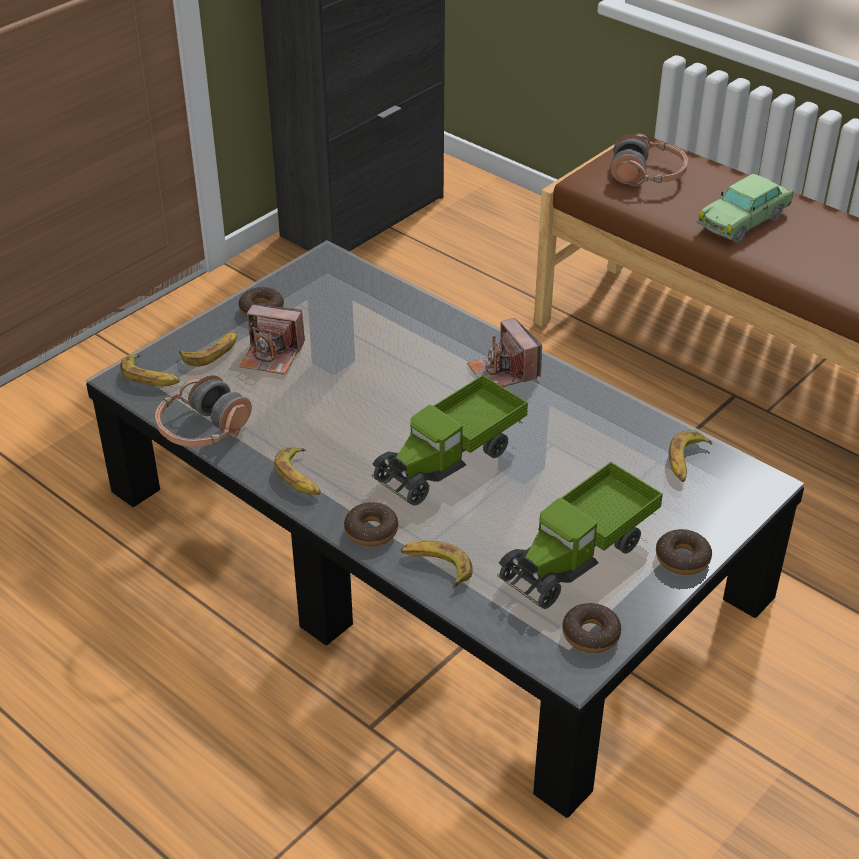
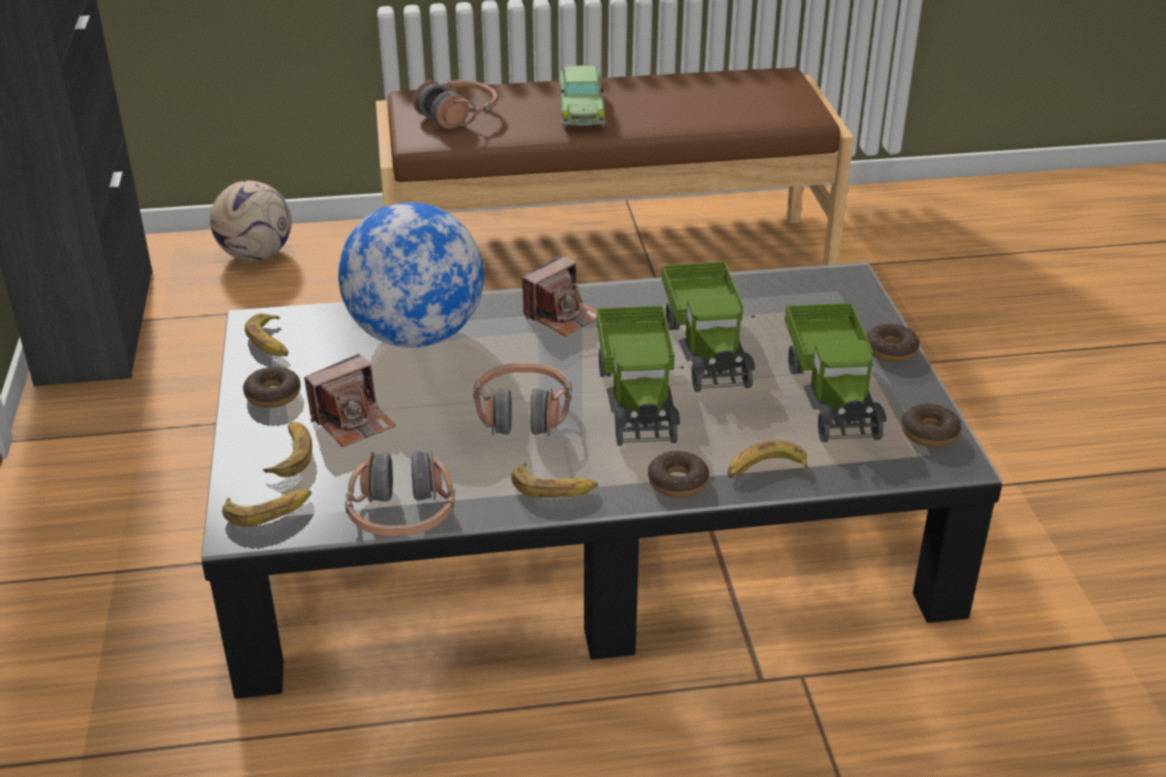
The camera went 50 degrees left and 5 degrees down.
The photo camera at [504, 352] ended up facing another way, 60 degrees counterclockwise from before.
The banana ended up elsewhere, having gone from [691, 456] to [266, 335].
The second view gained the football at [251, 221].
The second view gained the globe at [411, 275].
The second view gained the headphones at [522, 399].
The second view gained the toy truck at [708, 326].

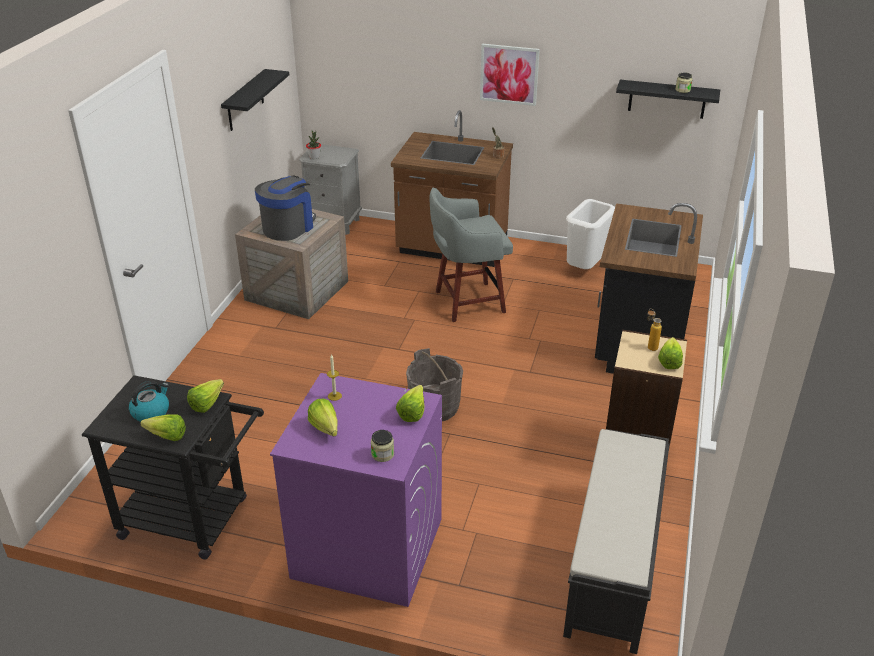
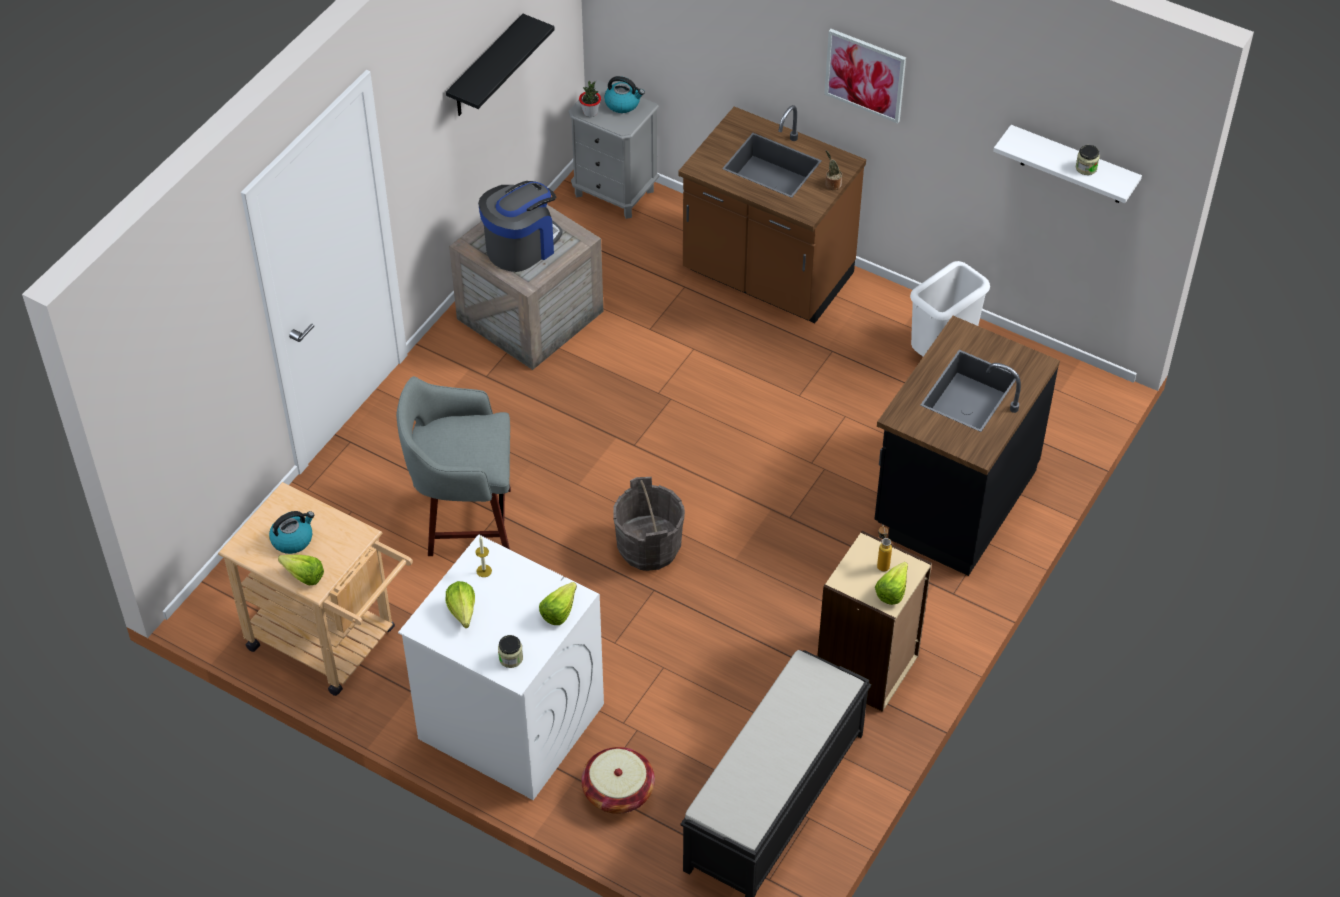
The camera went 15 degrees right and 15 degrees up.
What was the black cart at [173, 467] turned into the beige cart at [315, 589].
The second view lost the lettuce at [205, 396].
What was the purple washing machine at [356, 490] turned into the white washing machine at [501, 667].
The grey stool ended up elsewhere, having gone from [471, 255] to [453, 466].
What was the black shelf at [668, 99] turned into the white shelf at [1067, 164].
The second view gained the basket at [618, 780].
The second view gained the kettle at [624, 94].

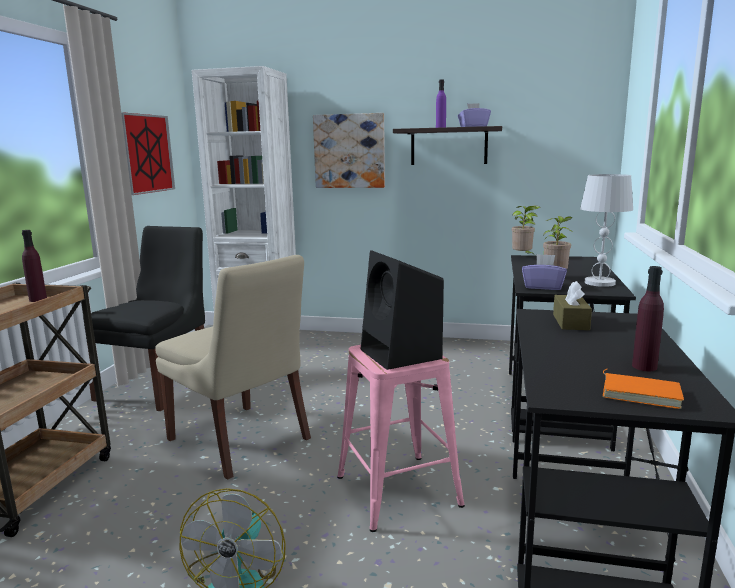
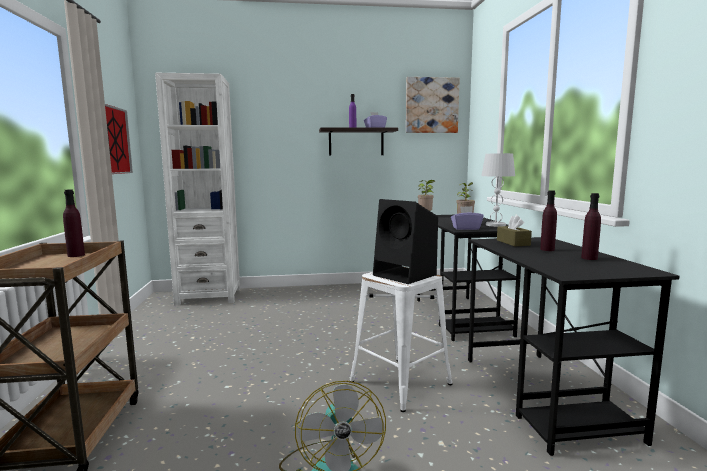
The camera went 20 degrees left and 5 degrees down.
The second view lost the black chair at [144, 318].
The second view lost the beige chair at [233, 367].
The picture ended up elsewhere, having gone from [349, 150] to [433, 105].
What was the pink stool at [401, 438] turned into the white stool at [401, 339].
The second view lost the orange book at [643, 389].
The second view gained the purple bottle at [548, 220].

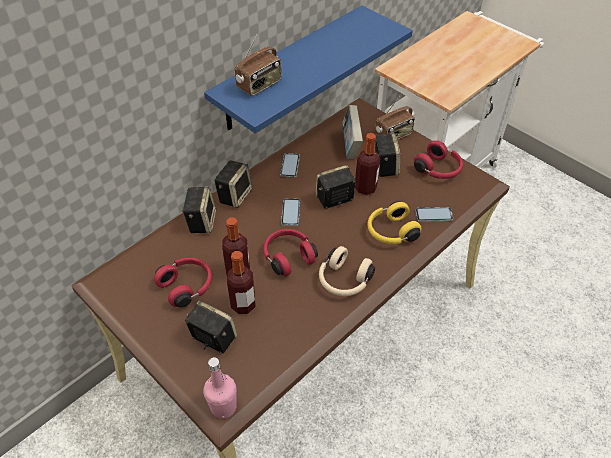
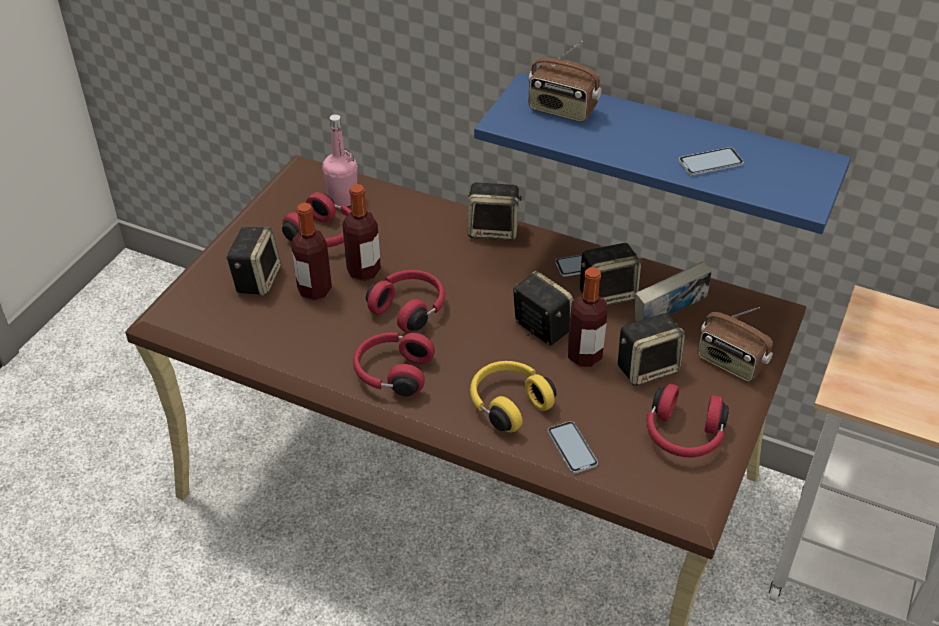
The camera went 70 degrees right and 5 degrees down.
The speaker ended up elsewhere, having gone from [199, 209] to [610, 274].
The pink bottle ended up elsewhere, having gone from [220, 388] to [340, 160].
The phone ended up elsewhere, having gone from [290, 212] to [711, 161].
What was the beige headphones at [347, 271] turned into the red headphones at [394, 364].

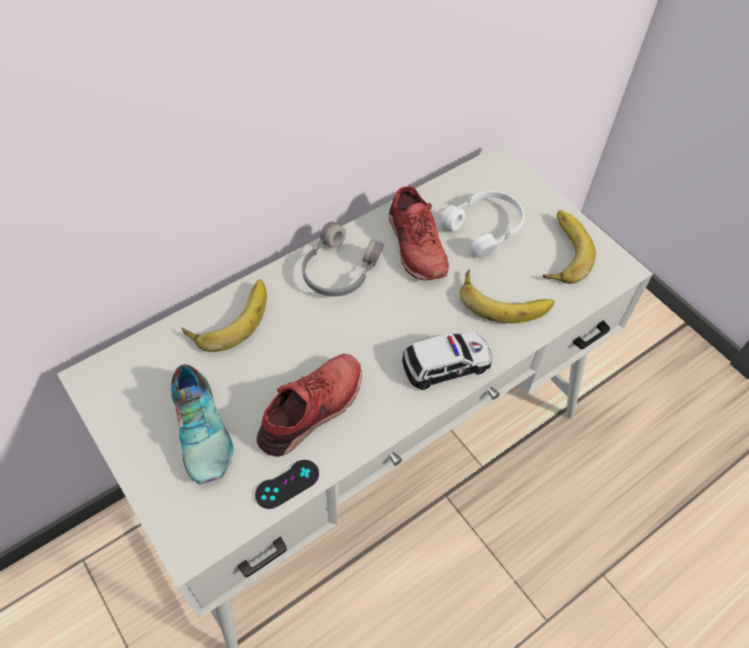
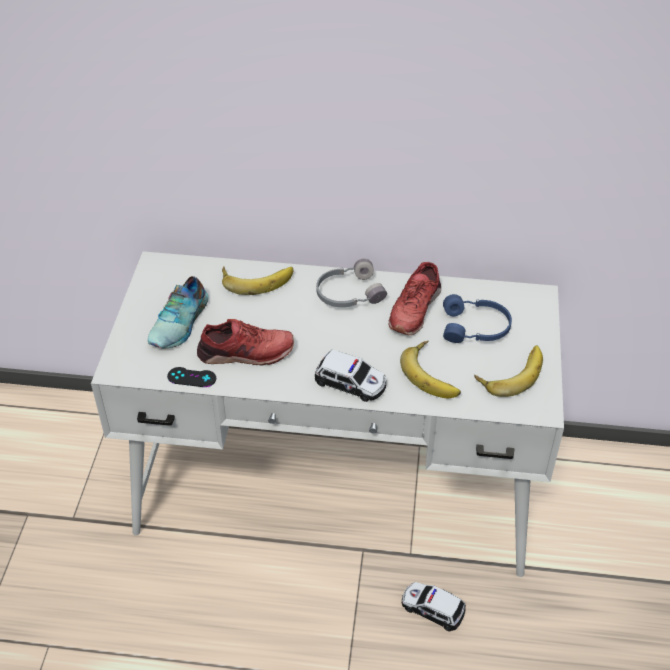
The camera went 45 degrees right and 10 degrees down.
What was the white headphones at [483, 224] turned into the blue headphones at [477, 318].
The second view gained the toy car at [434, 606].

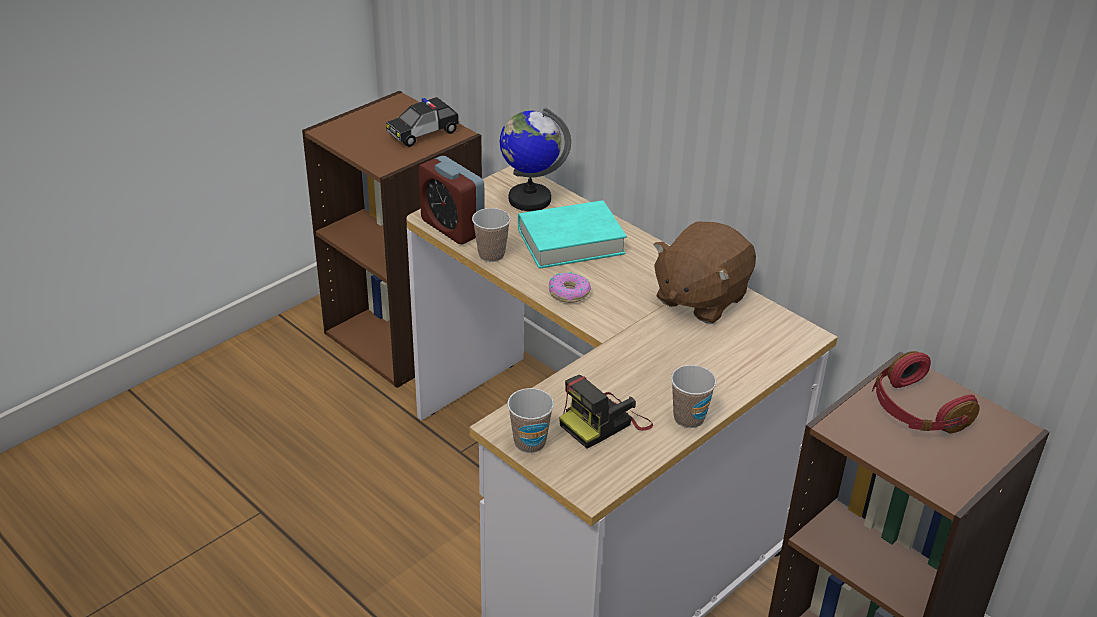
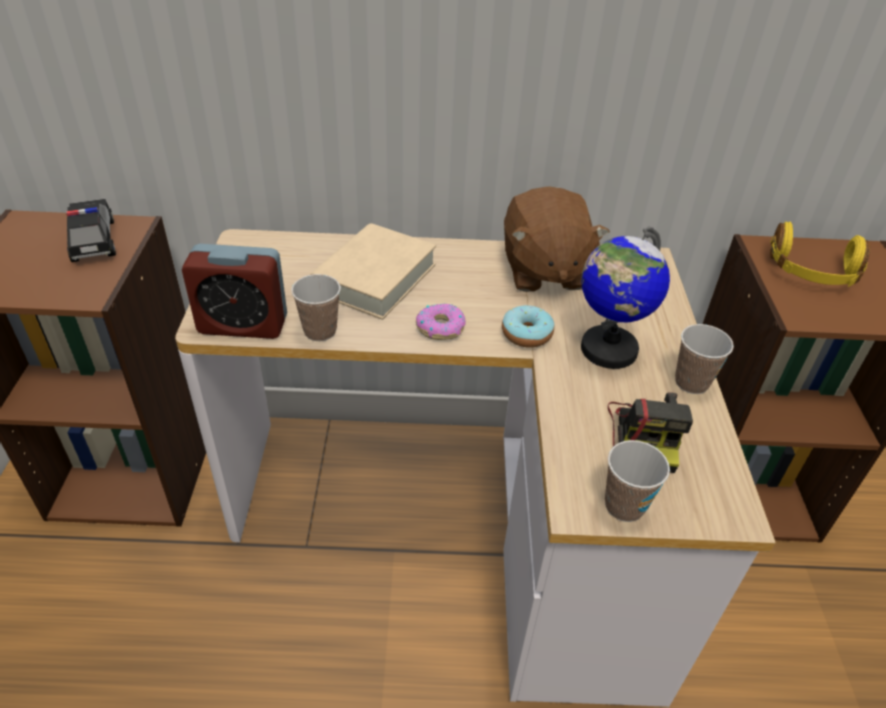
The camera went 45 degrees left and 5 degrees up.
The toy car at [423, 122] ended up facing another way, 150 degrees clockwise from before.
The globe ended up elsewhere, having gone from [535, 159] to [625, 298].
What was the turquoise book at [572, 234] turned into the beige book at [373, 271].
What was the red headphones at [926, 392] turned into the yellow headphones at [820, 254].
The second view gained the donut at [528, 326].

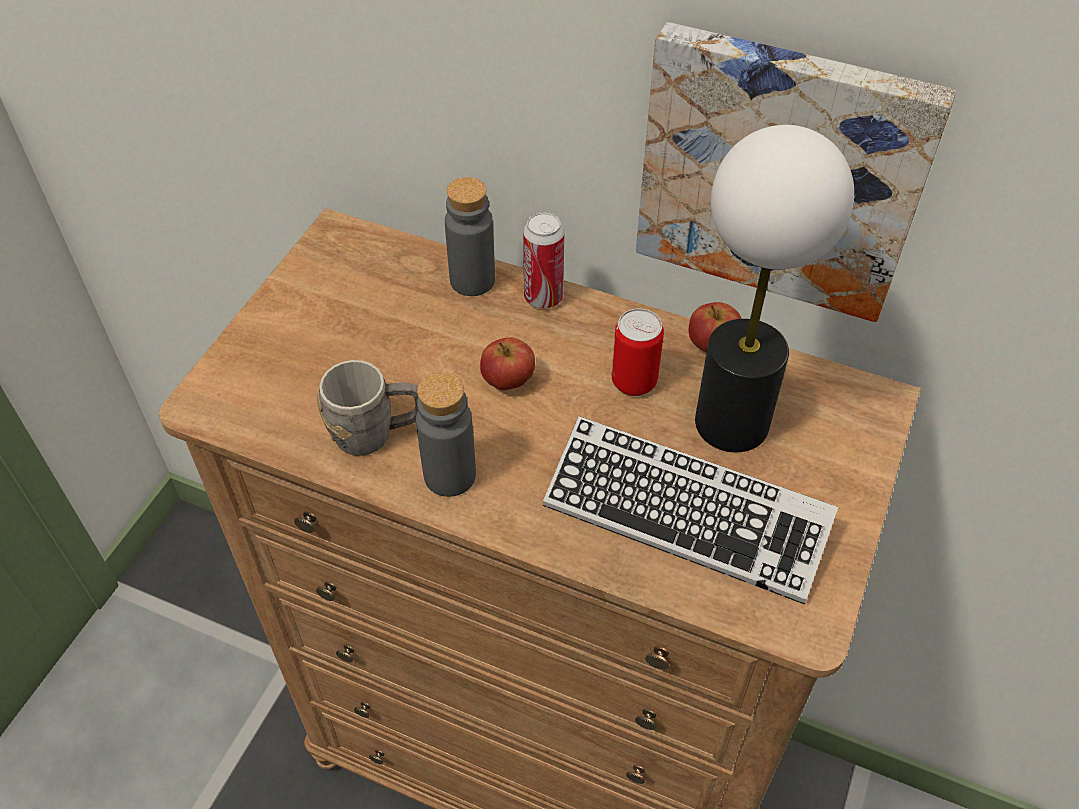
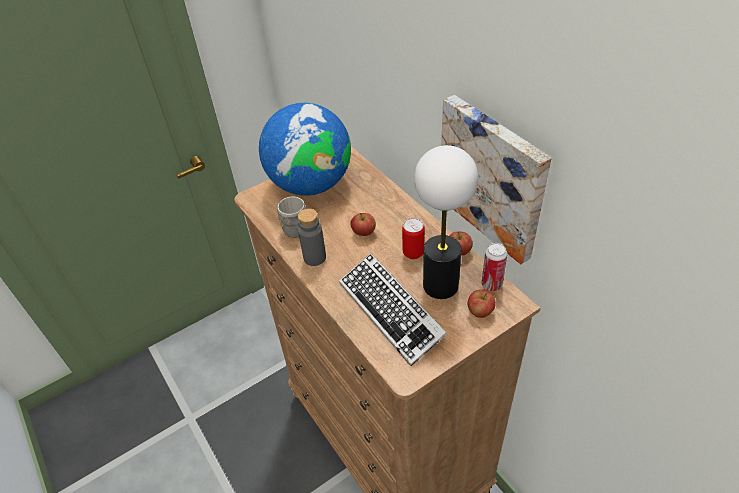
The camera went 35 degrees right and 5 degrees down.
The second view lost the grey bottle at [470, 236].
The can ended up elsewhere, having gone from [544, 260] to [494, 267].
The second view gained the globe at [305, 149].
The second view gained the apple at [482, 304].

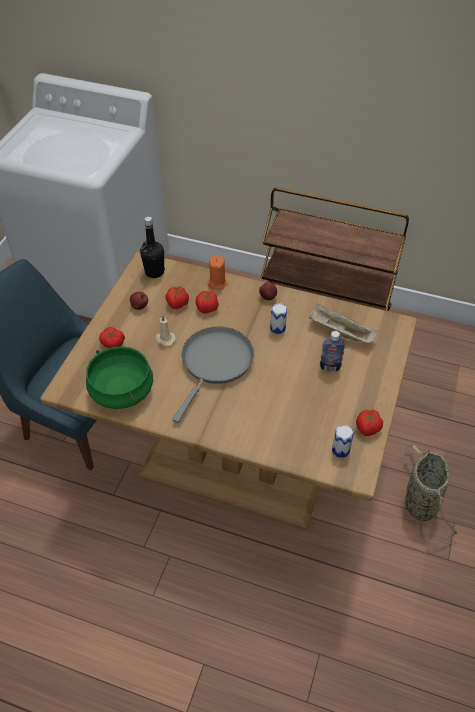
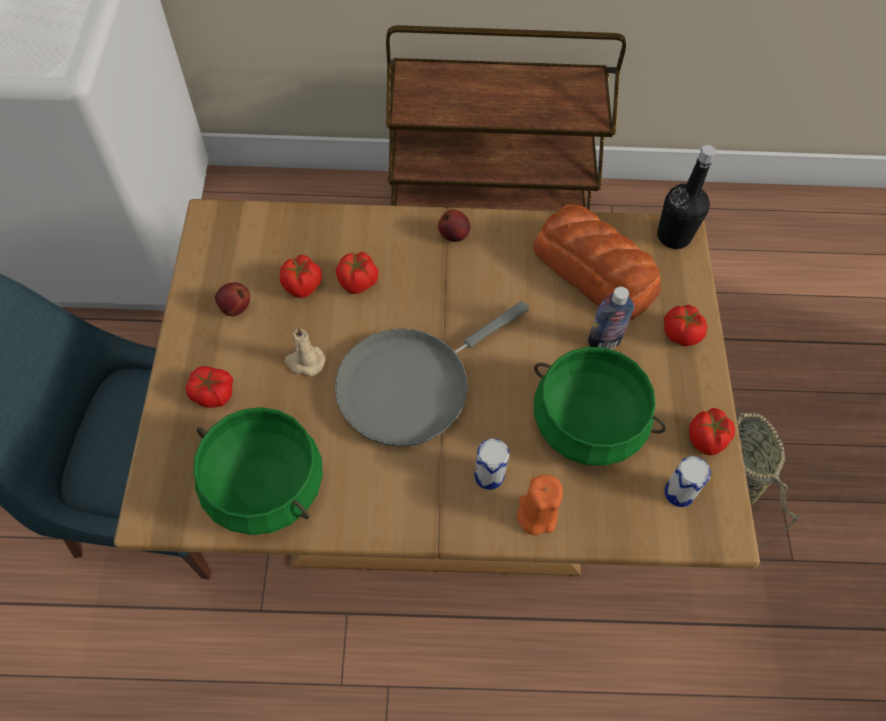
The camera went 20 degrees left and 10 degrees up.
The black bottle ended up elsewhere, having gone from [152, 247] to [686, 197].
The grey frying pan at [213, 375] ended up facing another way, 135 degrees counterclockwise from before.
The orange candle ended up elsewhere, having gone from [217, 272] to [540, 505].
The can ended up elsewhere, having gone from [278, 318] to [491, 464].
Where the beige tray stood at [343, 323], the bread came to stand at [597, 262].
The second view gained the green cooking pot at [600, 406].
The second view gained the tomato at [685, 325].

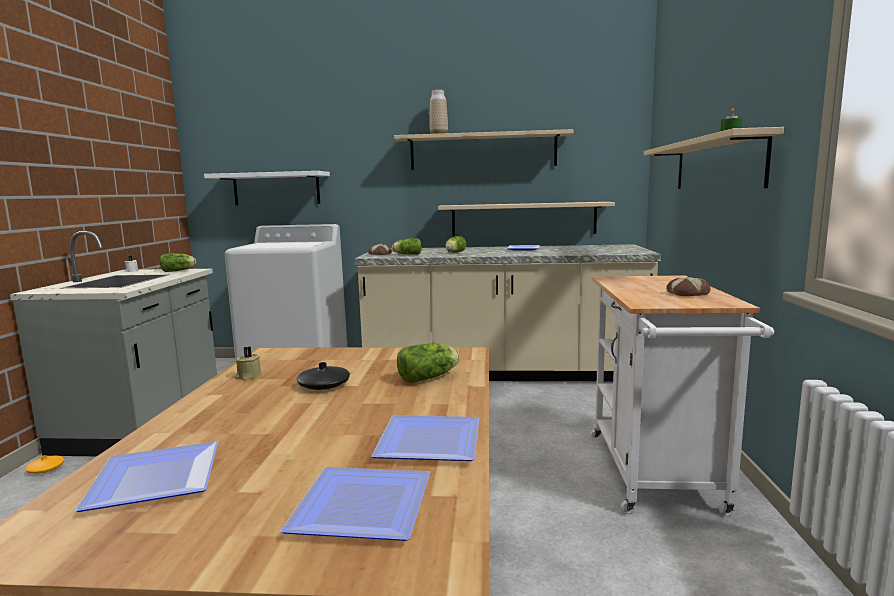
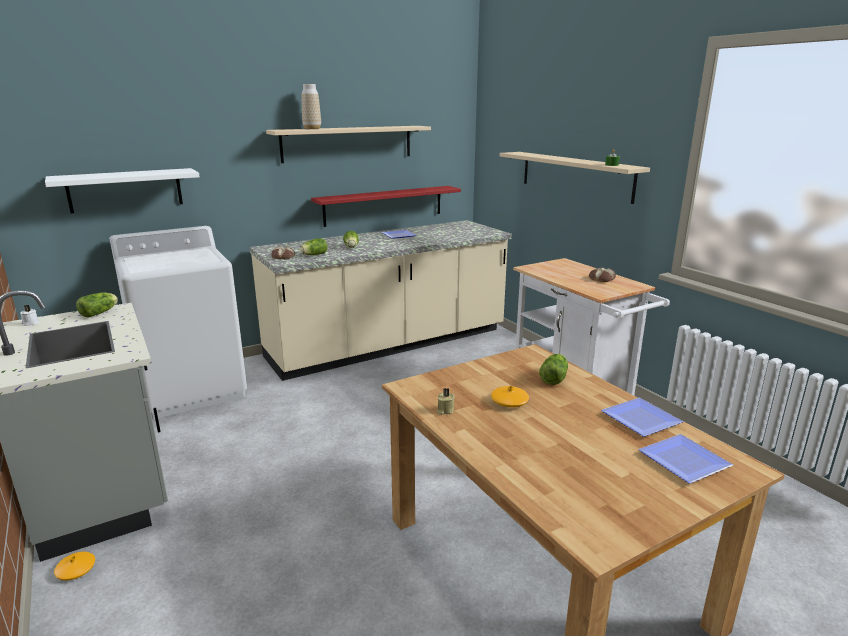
The camera went 35 degrees left and 10 degrees up.
The second view lost the plate at [146, 477].
What was the black vase at [323, 376] turned into the orange vase at [510, 396].
What was the beige shelf at [526, 219] turned into the red shelf at [386, 206].

